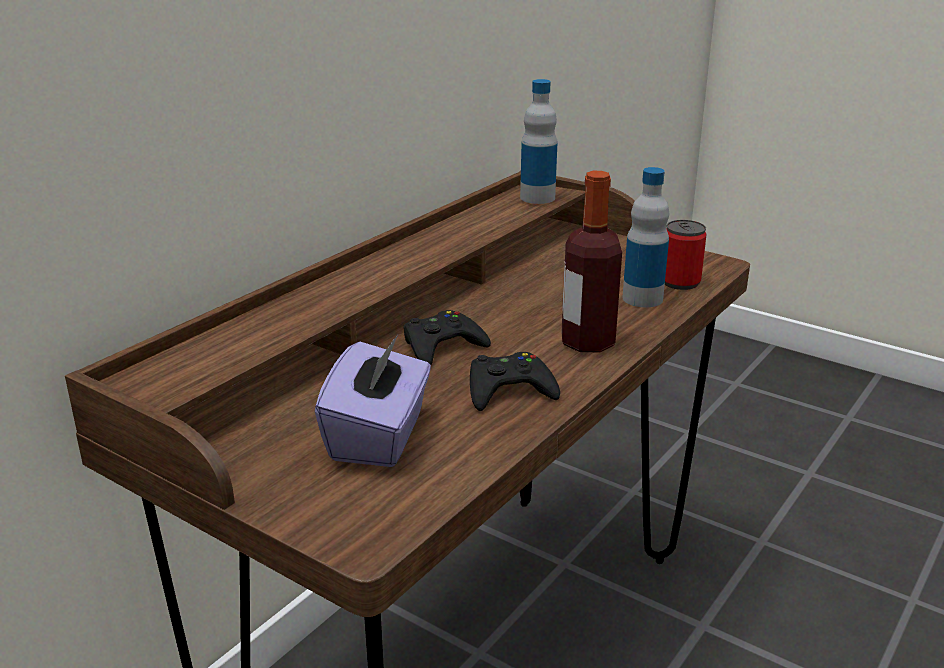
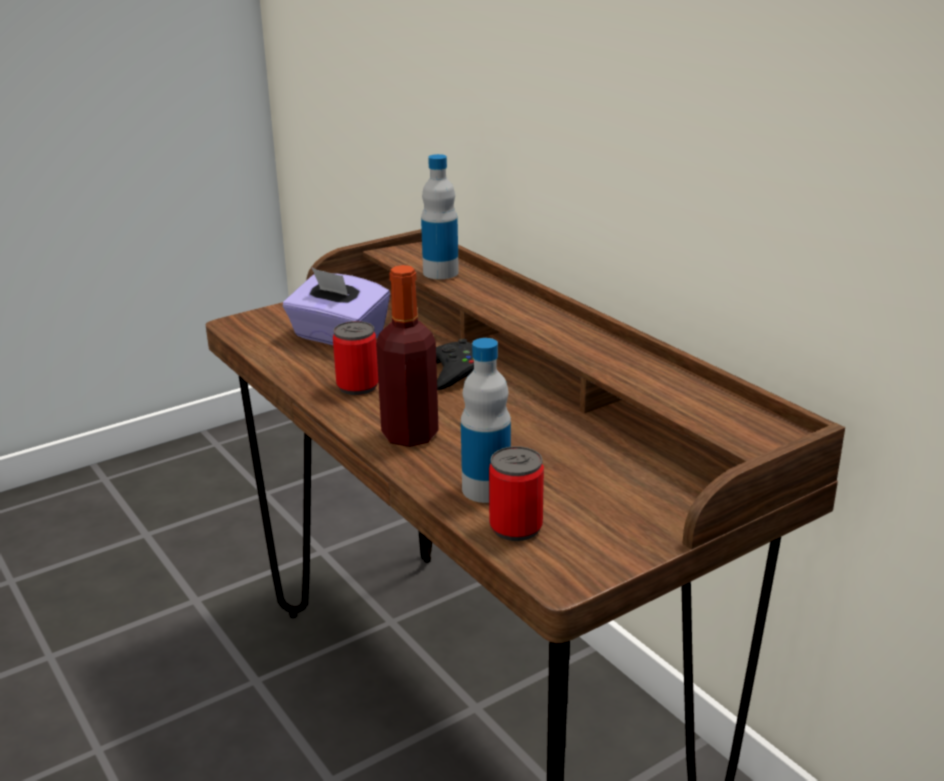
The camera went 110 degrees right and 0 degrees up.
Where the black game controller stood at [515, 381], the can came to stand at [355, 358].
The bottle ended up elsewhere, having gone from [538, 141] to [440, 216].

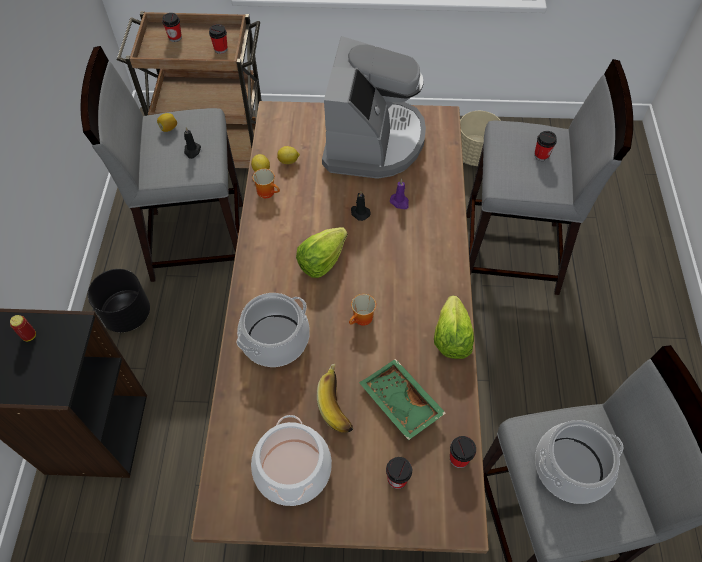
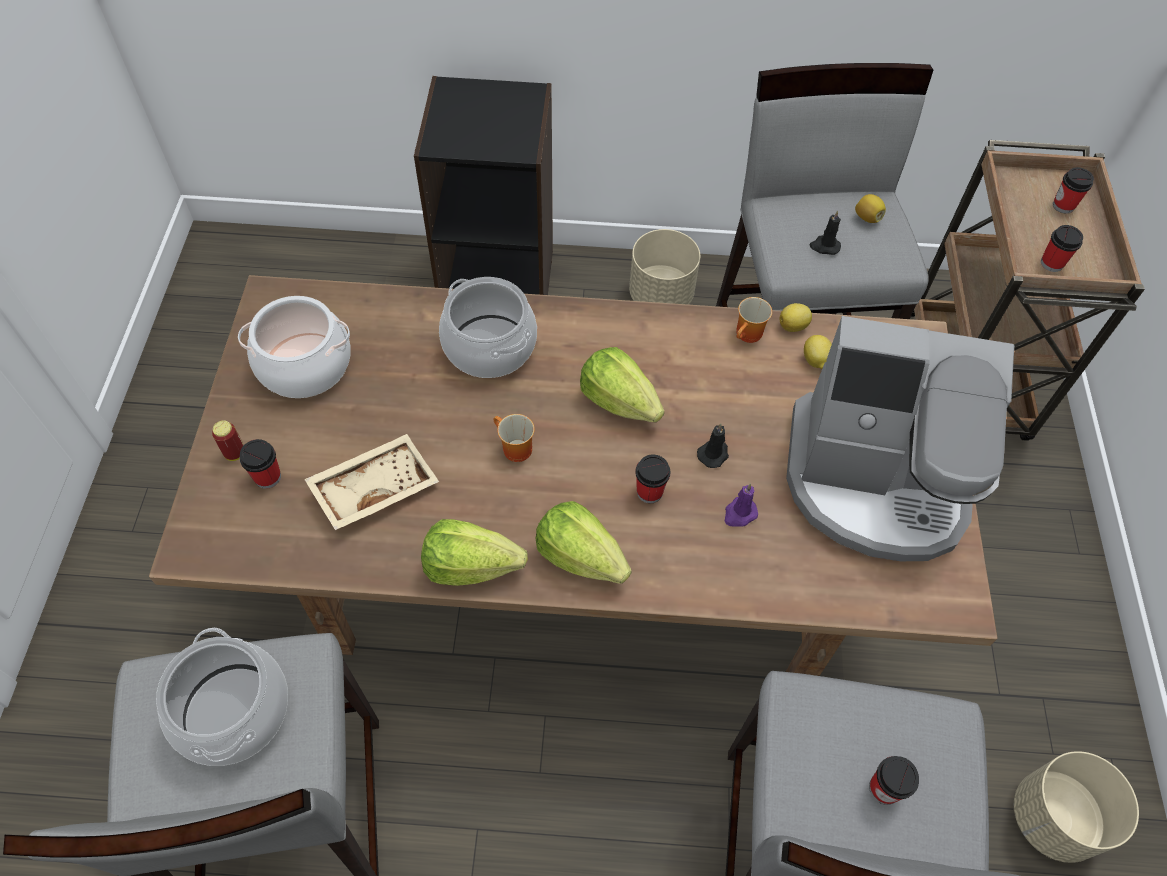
The camera went 90 degrees right and 0 degrees up.
The can ended up elsewhere, having gone from [23, 328] to [228, 441].
What was the black planter at [119, 300] turned into the beige planter at [664, 267].
The second view lost the banana at [335, 398].
What was the green tray at [402, 399] turned into the beige tray at [371, 482].
The cup ended up elsewhere, having gone from [463, 452] to [652, 478].
The second view gained the lettuce at [583, 542].

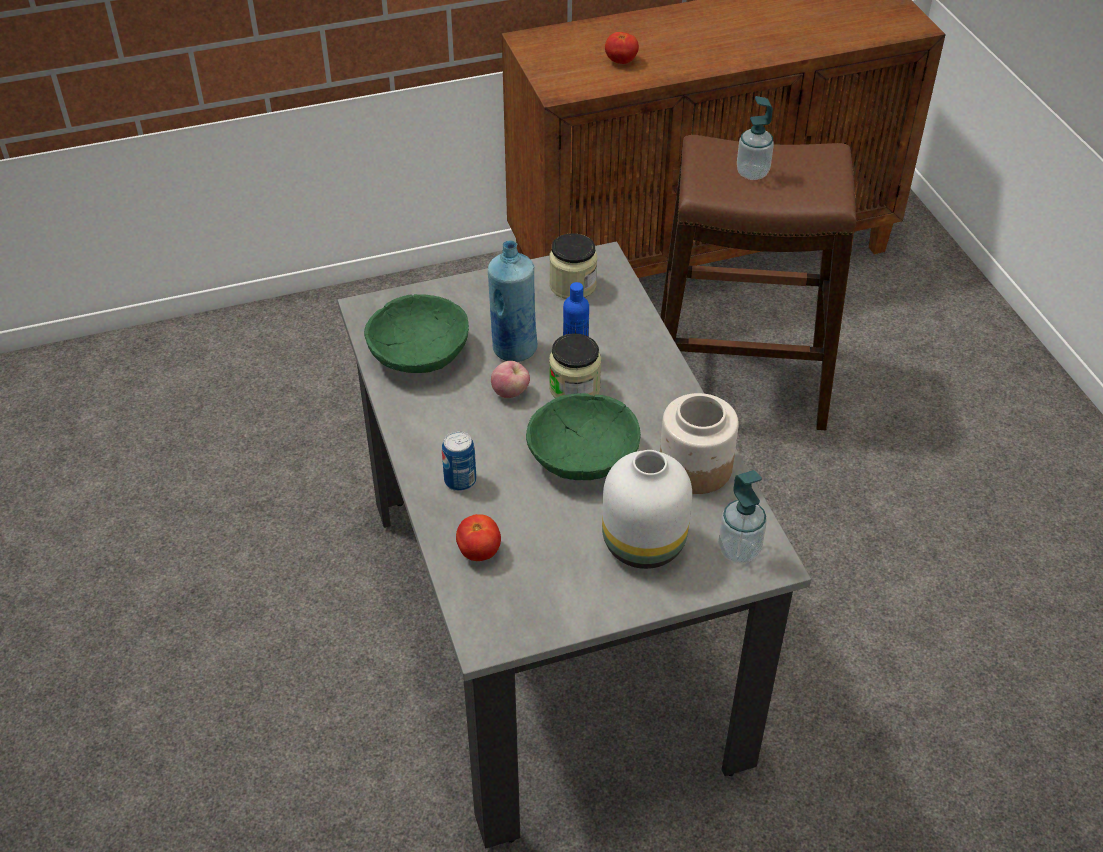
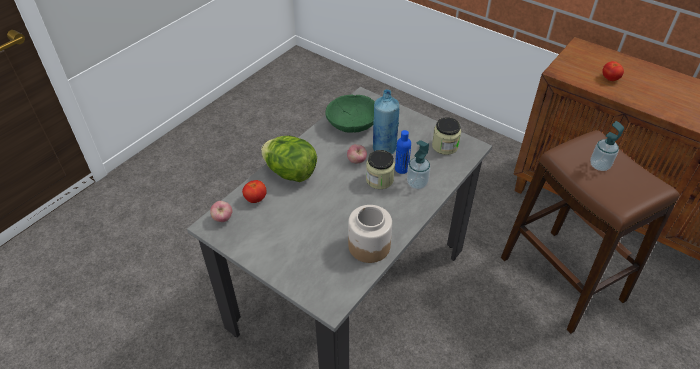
The camera went 55 degrees right and 0 degrees up.
Where the can stood at [459, 461], the lettuce came to stand at [289, 159].
The second view lost the green bowl at [583, 436].
The second view lost the white vase at [647, 509].
The soap dispenser ended up elsewhere, having gone from [742, 517] to [418, 164].
The second view gained the apple at [221, 211].

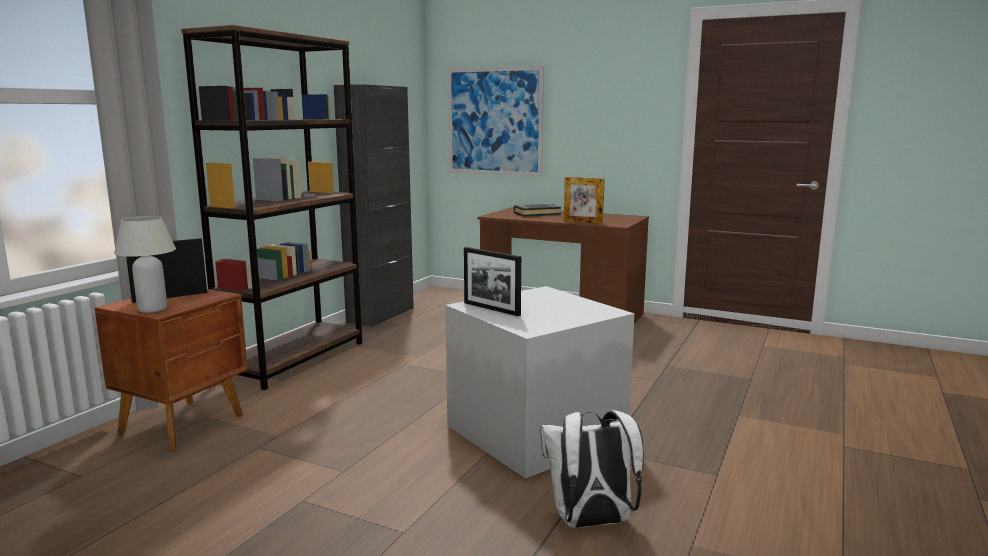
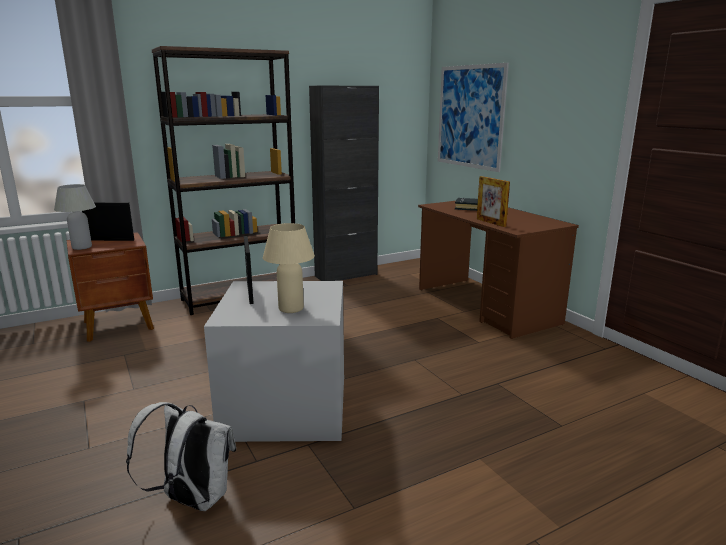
The camera went 35 degrees right and 5 degrees up.
The second view gained the beige table lamp at [289, 268].

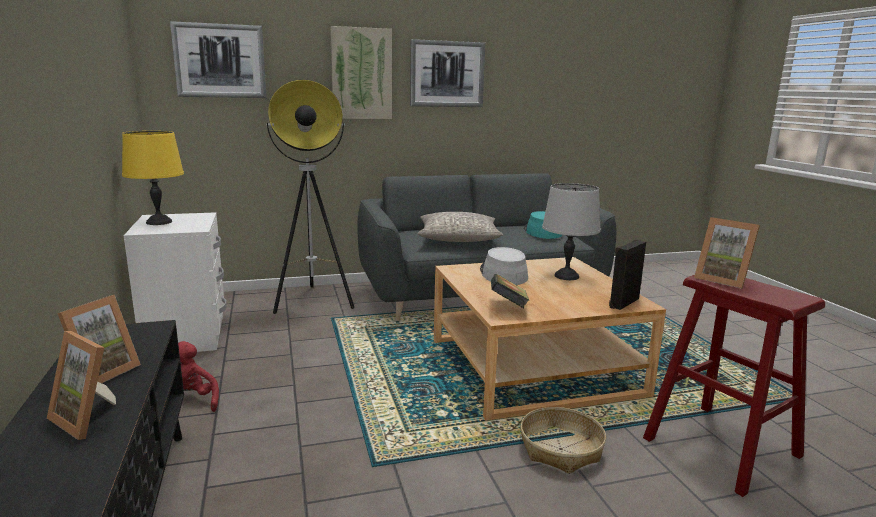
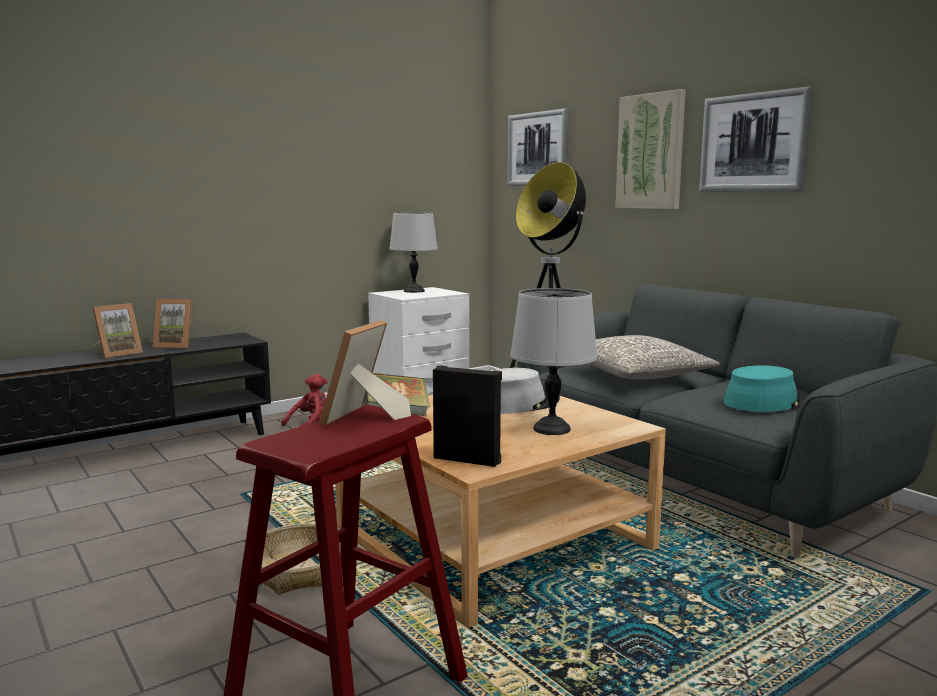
The camera went 70 degrees right and 5 degrees down.
The picture frame at [81, 385] ended up facing another way, 150 degrees counterclockwise from before.
What was the yellow table lamp at [153, 178] turned into the grey table lamp at [413, 253].

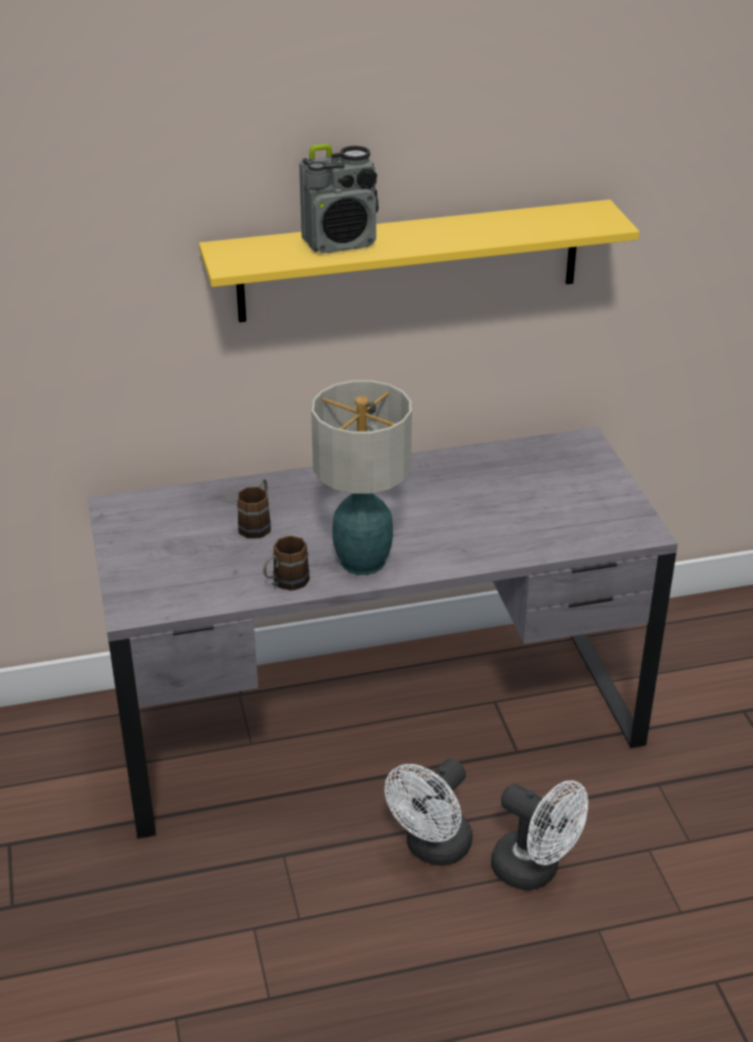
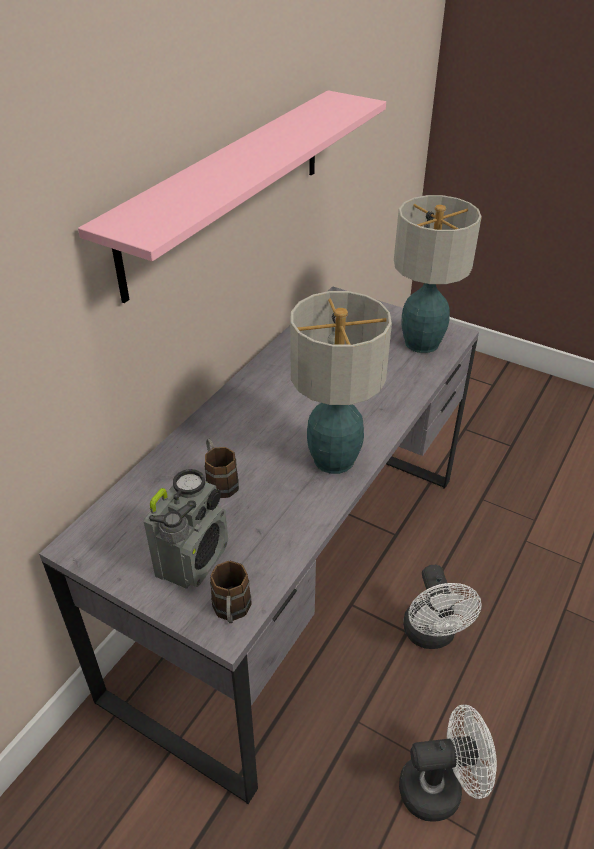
The camera went 45 degrees left and 5 degrees up.
What was the yellow shelf at [419, 261] turned into the pink shelf at [232, 196].
The brown mug ended up elsewhere, having gone from [286, 563] to [231, 592].
The radio ended up elsewhere, having gone from [339, 198] to [185, 528].
The white fan ended up elsewhere, having gone from [539, 835] to [448, 763].
The second view gained the table lamp at [438, 274].

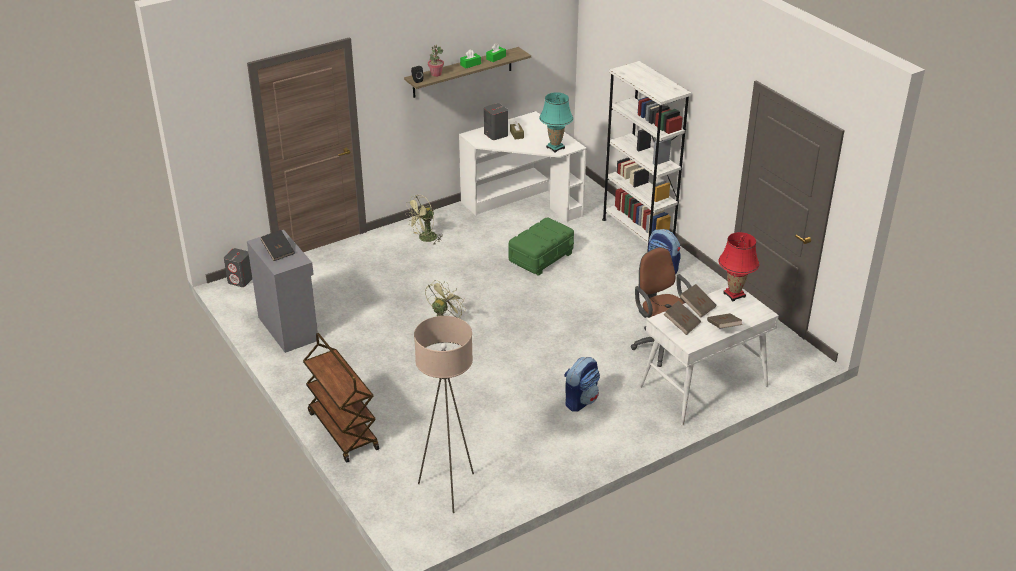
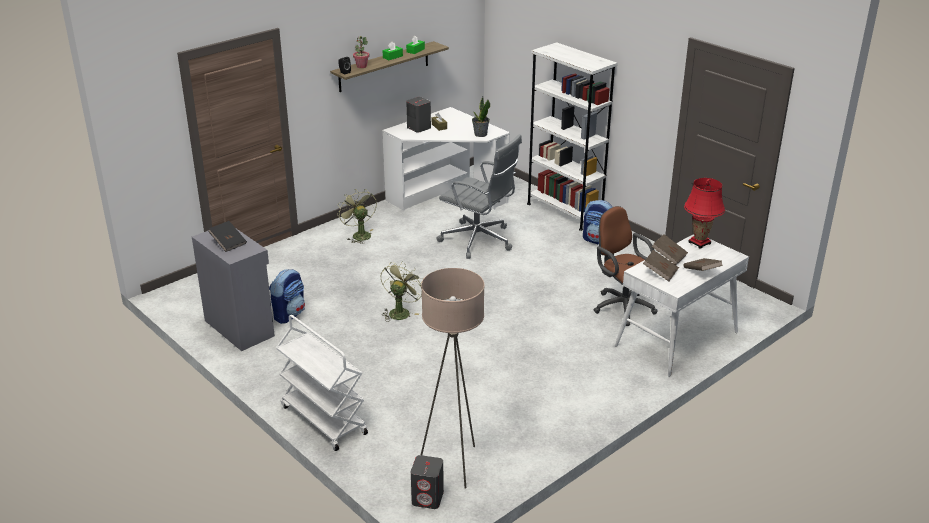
The camera went 10 degrees left and 5 degrees down.
The grey speaker ended up elsewhere, having gone from [238, 267] to [427, 482].
What was the brown cart at [341, 398] turned into the white cart at [322, 383].
The green fan at [423, 219] ended up facing another way, 105 degrees clockwise from before.
Where the green storage box stood at [541, 246], the grey office chair came to stand at [479, 196].
Where the turquoise table lamp stood at [556, 122], the potted plant came to stand at [481, 117].
The backpack ended up elsewhere, having gone from [582, 384] to [287, 296].

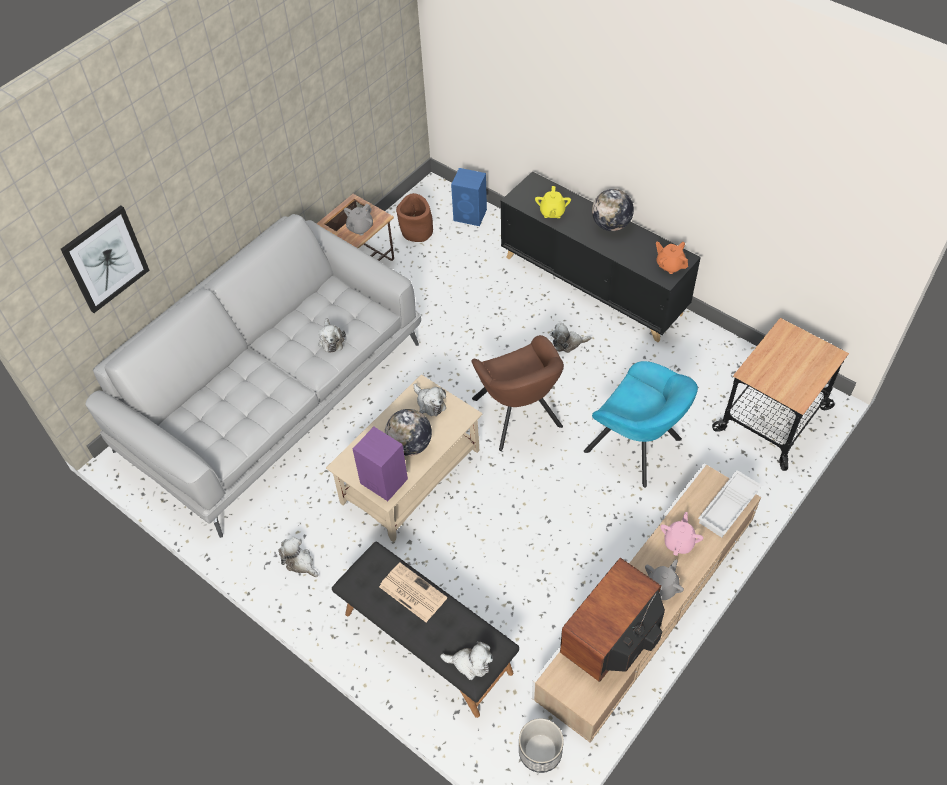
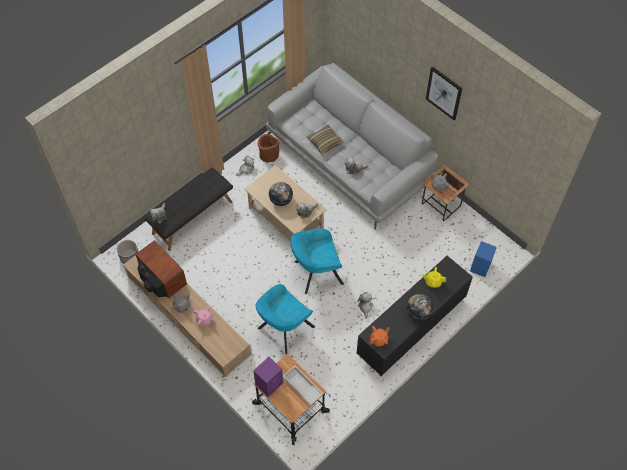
The camera went 95 degrees right and 5 degrees up.
The picture ended up elsewhere, having gone from [105, 259] to [444, 93].
The purple speaker ended up elsewhere, having gone from [380, 464] to [268, 377].
The second view lost the newspaper at [413, 592].
The brown planter ended up elsewhere, having gone from [414, 217] to [268, 148].
What was the brown armchair at [518, 393] turned into the turquoise armchair at [317, 261].
The white tray ended up elsewhere, having gone from [730, 503] to [303, 385].
The second view gained the pillow at [325, 139].

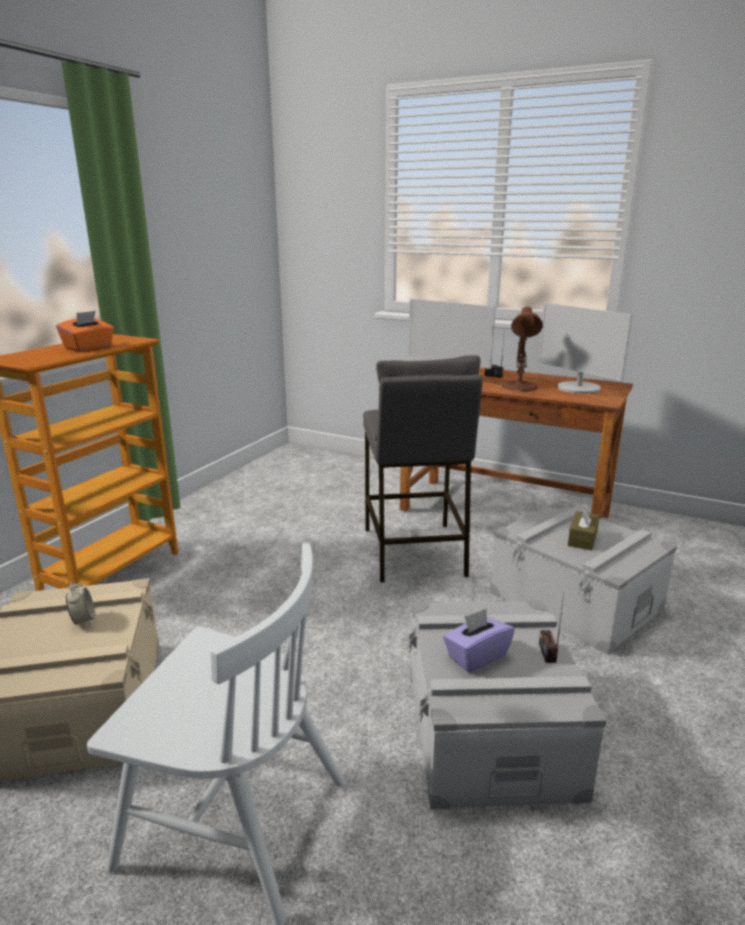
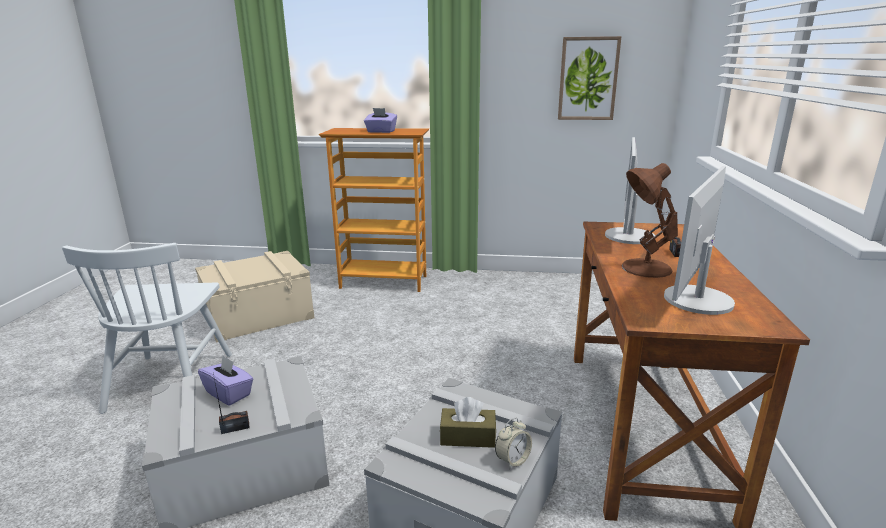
The camera went 70 degrees right and 0 degrees up.
What was the orange tissue box at [85, 331] turned into the purple tissue box at [380, 120].
The alarm clock ended up elsewhere, having gone from [80, 603] to [513, 444].
The second view lost the grey stool at [423, 468].
The second view gained the picture at [590, 78].

